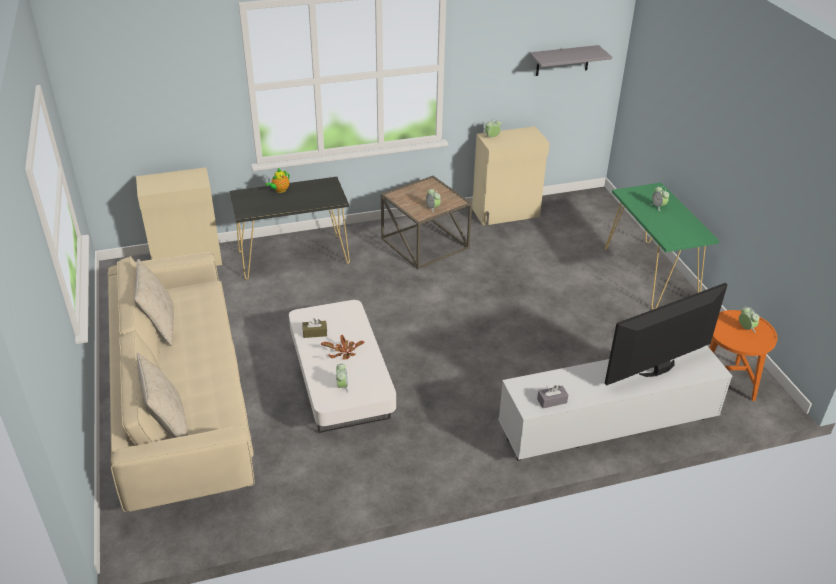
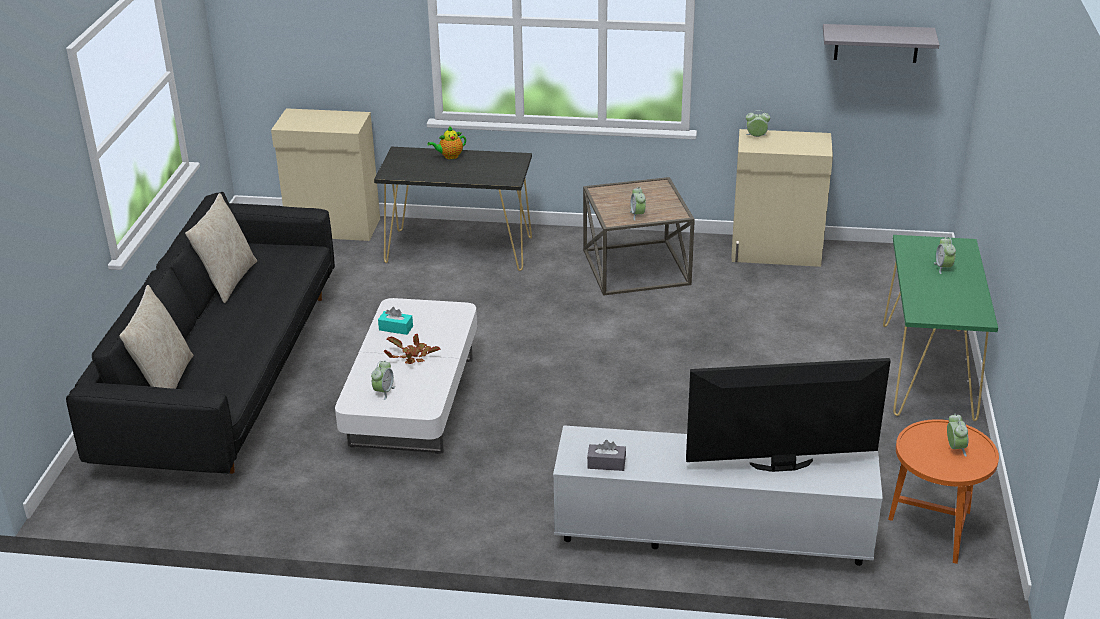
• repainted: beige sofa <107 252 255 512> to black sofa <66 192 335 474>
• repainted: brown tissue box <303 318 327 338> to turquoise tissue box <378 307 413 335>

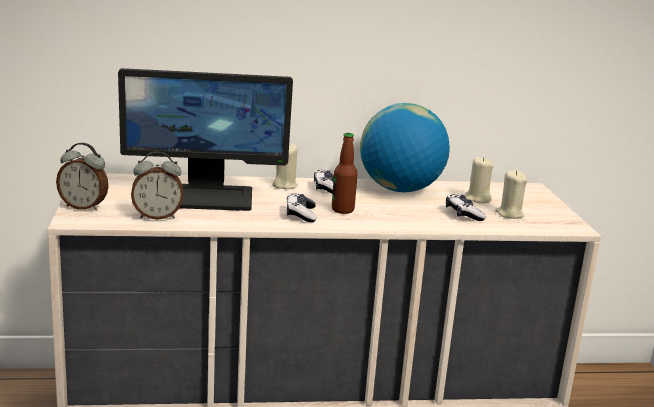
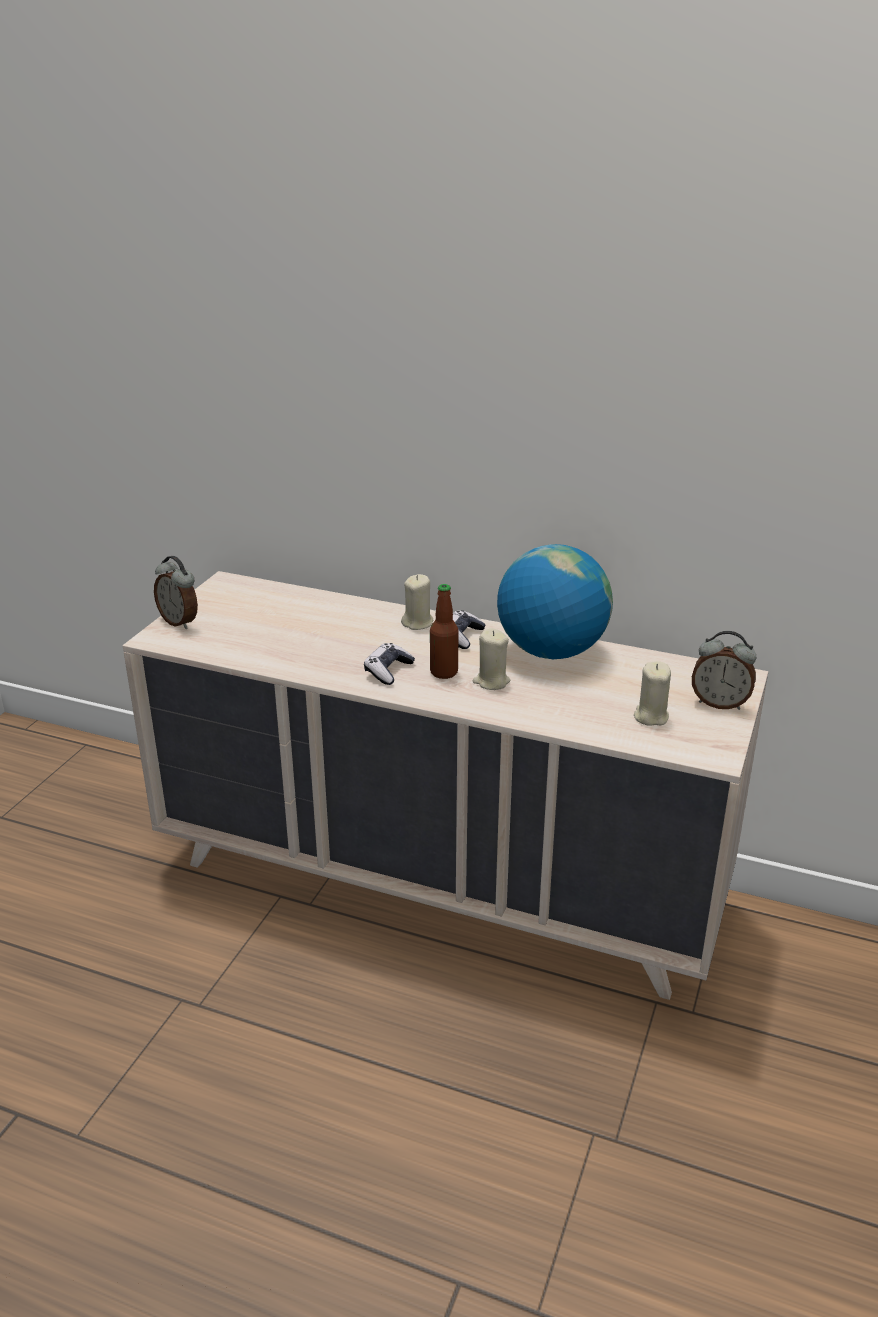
• gone: monitor <118 68 293 211>
• shifted: alarm clock <131 151 183 220> to <692 631 756 710>
• shifted: beige candle <465 157 493 203> to <473 628 510 690>
• gone: game controller <446 194 486 221>

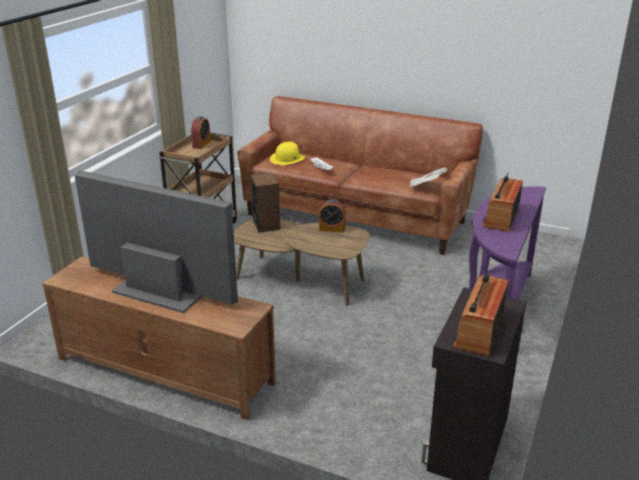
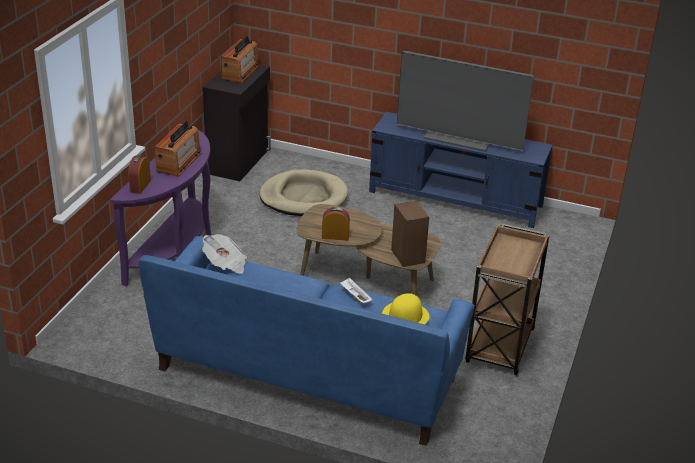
• repainted: brown sofa <237 96 483 255> to blue sofa <139 236 475 446>
• shifted: alarm clock <191 116 211 149> to <128 155 151 194>
• repainted: brown tv stand <42 256 276 420> to blue tv stand <369 112 553 228>
• new: beige dog bed <259 169 348 216>

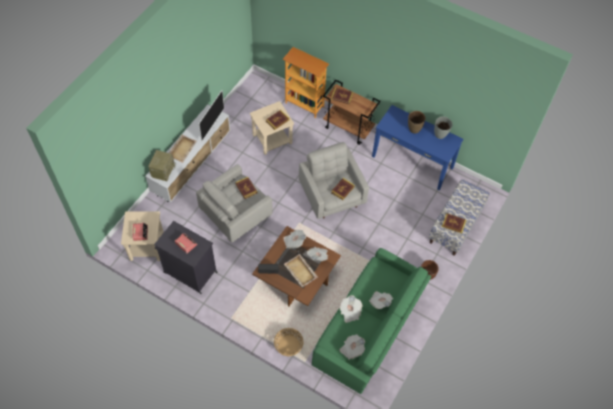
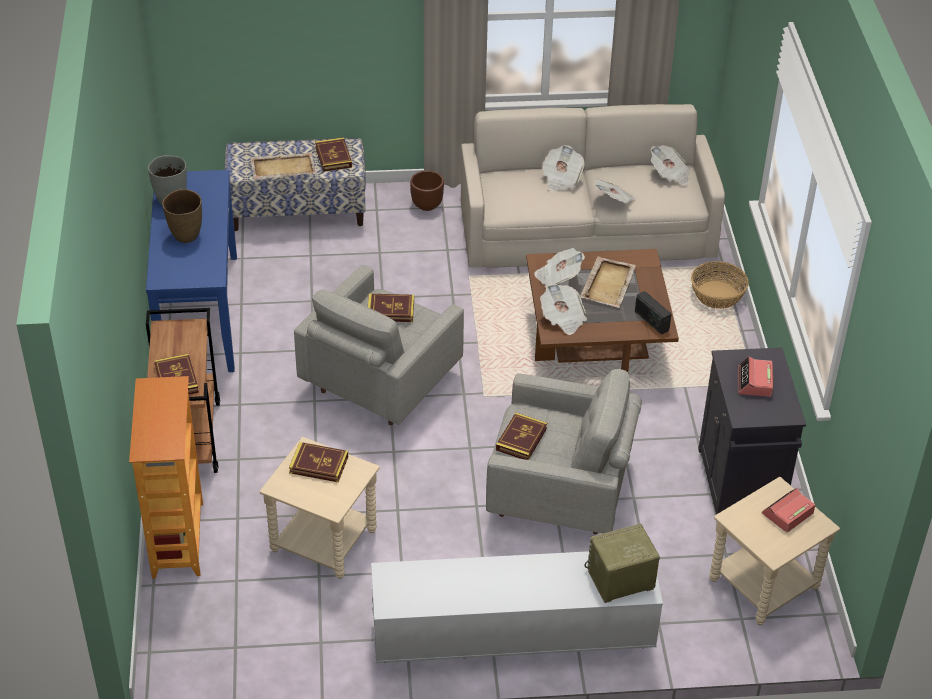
• gone: television <199 90 224 141>
• shifted: beige tray <169 135 197 163> to <250 152 316 180>
• repainted: green sofa <312 248 431 394> to beige sofa <461 104 725 268>

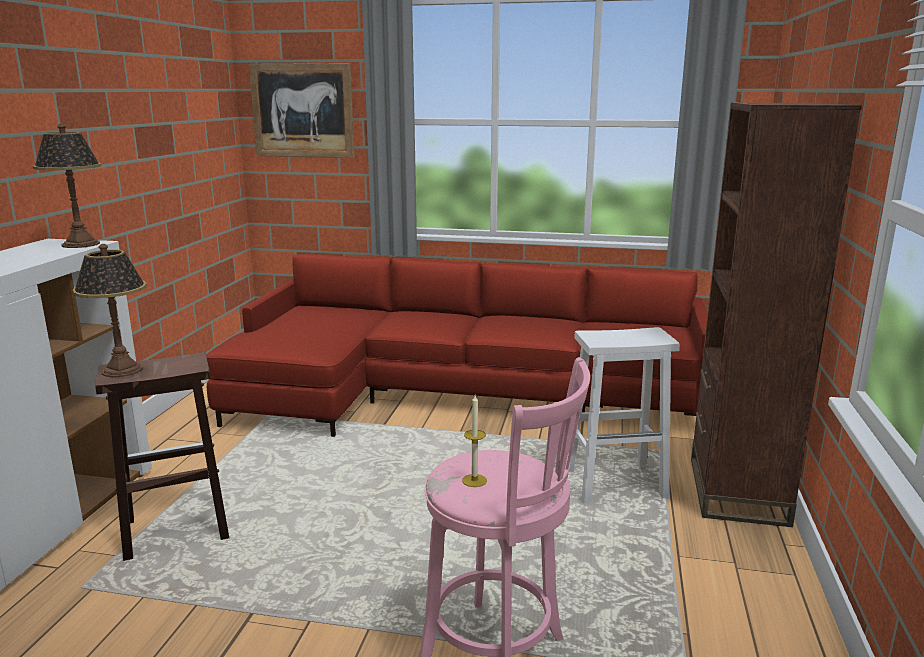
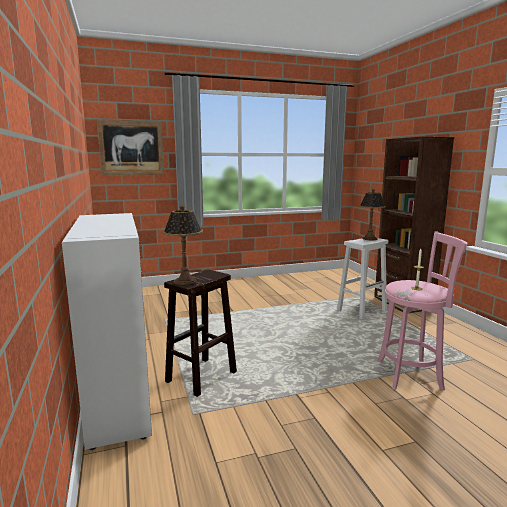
• shifted: table lamp <33 124 101 248> to <359 189 386 240>
• gone: red sofa <206 254 708 437>

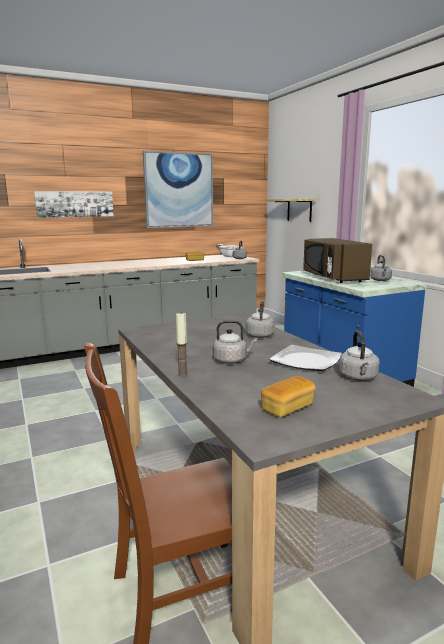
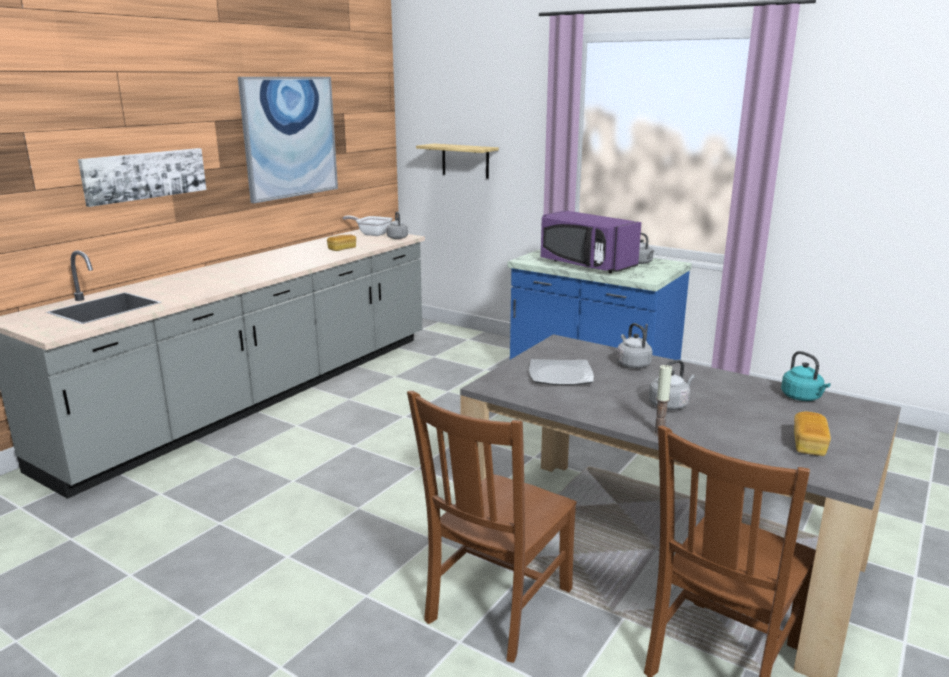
• repainted: brown microwave <303 238 372 283> to purple microwave <541 210 641 273>
• repainted: grey kettle <339 331 380 381> to turquoise kettle <781 351 831 401>
• shifted: plate <269 345 342 371> to <529 359 594 385>
• new: brown chair <407 391 577 663>

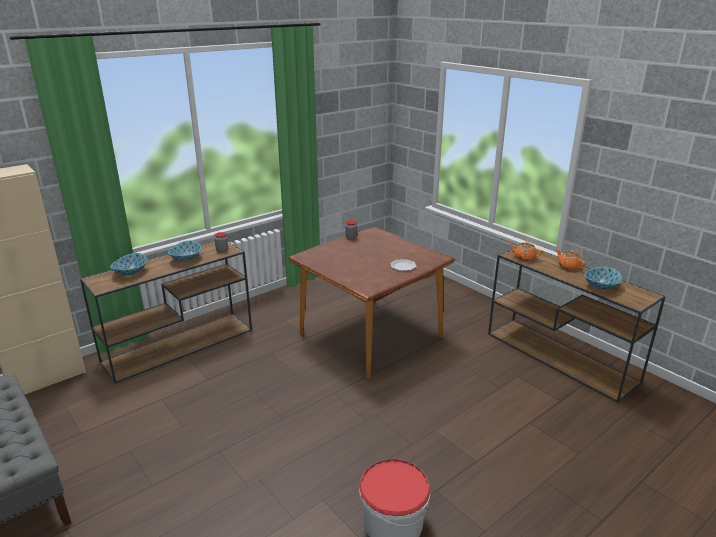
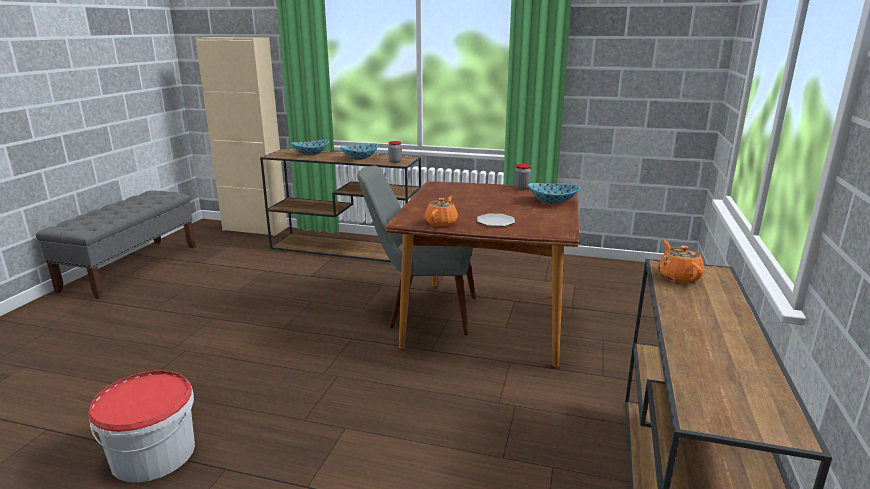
• shifted: orange teapot <556 248 585 270> to <425 196 458 227>
• shifted: bowl <584 267 622 290> to <528 183 580 204>
• new: grey chair <357 166 476 335>

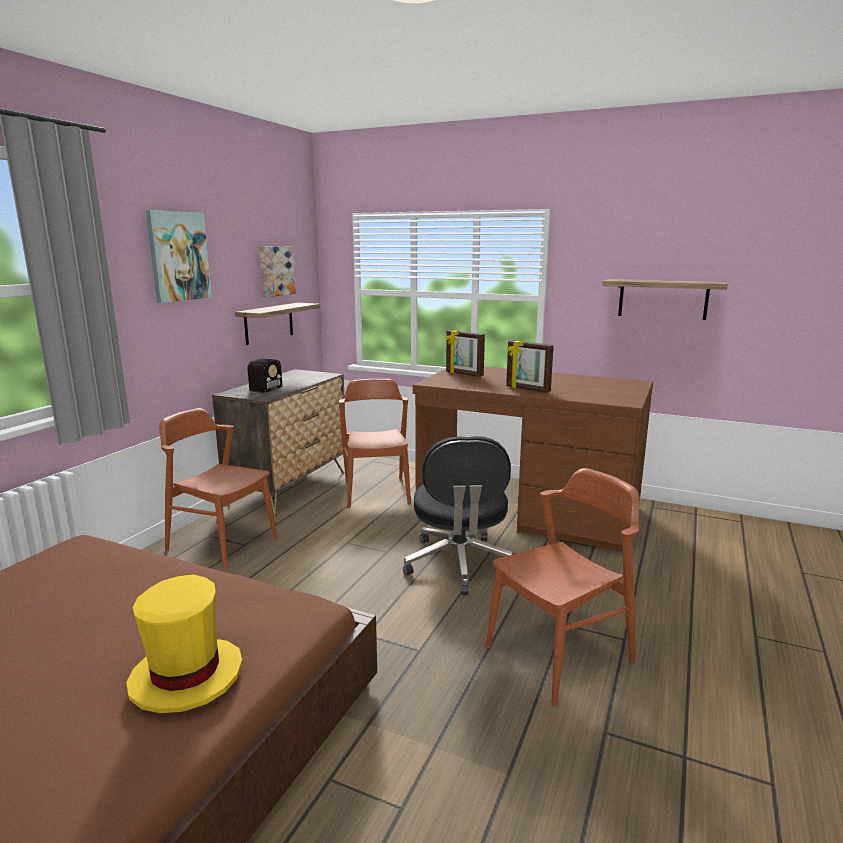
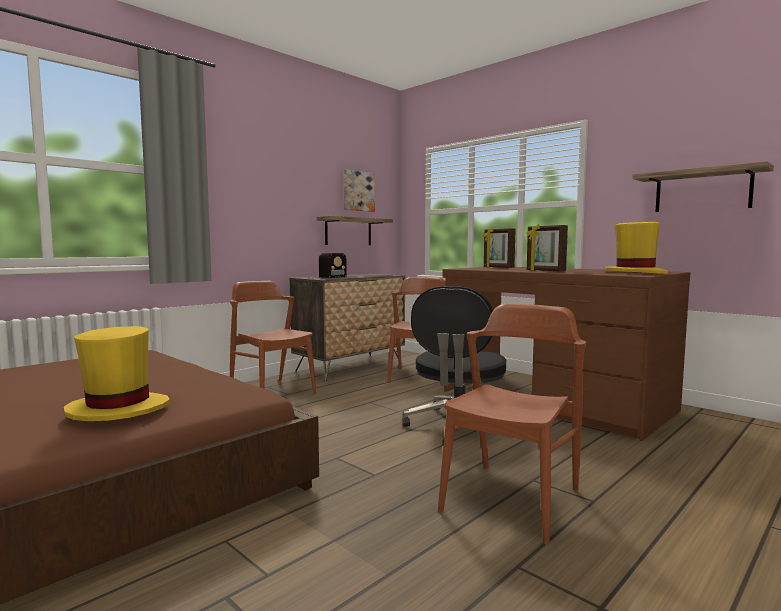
• gone: picture <146 210 212 303>
• rotated: brown chair <486 468 640 706> = <438 304 586 545> 45 degrees counterclockwise
• new: yellow hat <605 222 669 274>

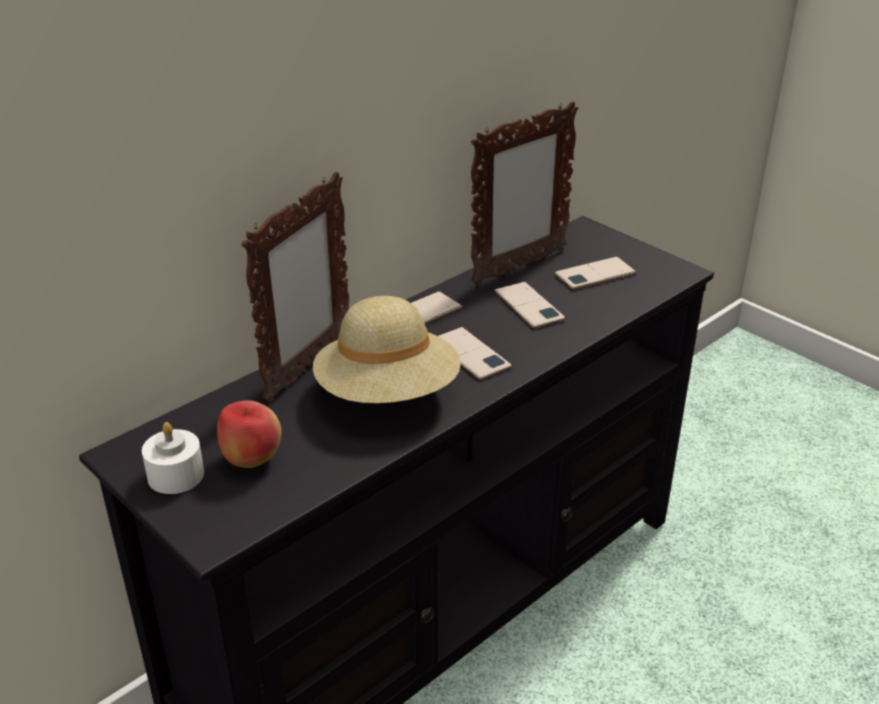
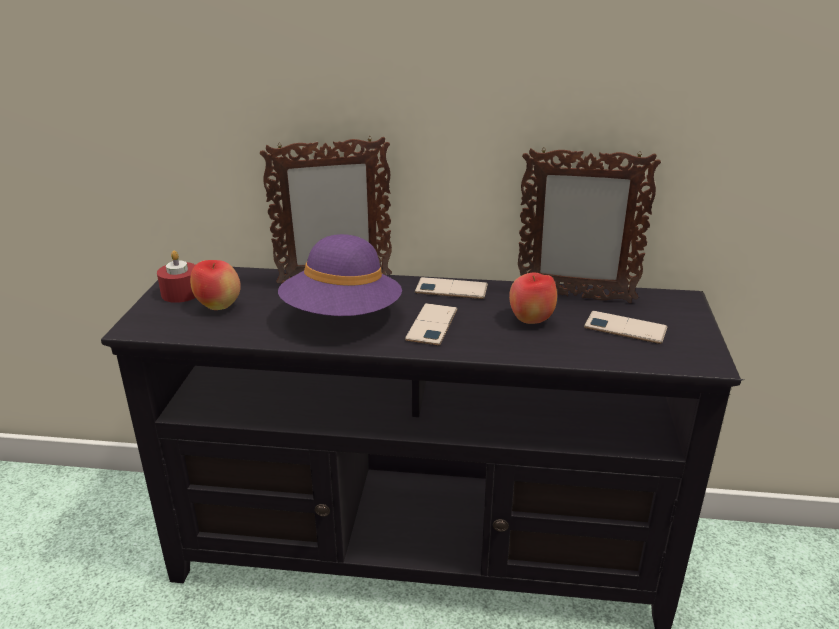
• swapped: phone <494 282 565 328> to apple <509 273 557 324>
• repainted: beige hat <313 296 461 403> to purple hat <278 234 402 316>
• repainted: white candle <142 422 204 494> to red candle <157 251 196 303>

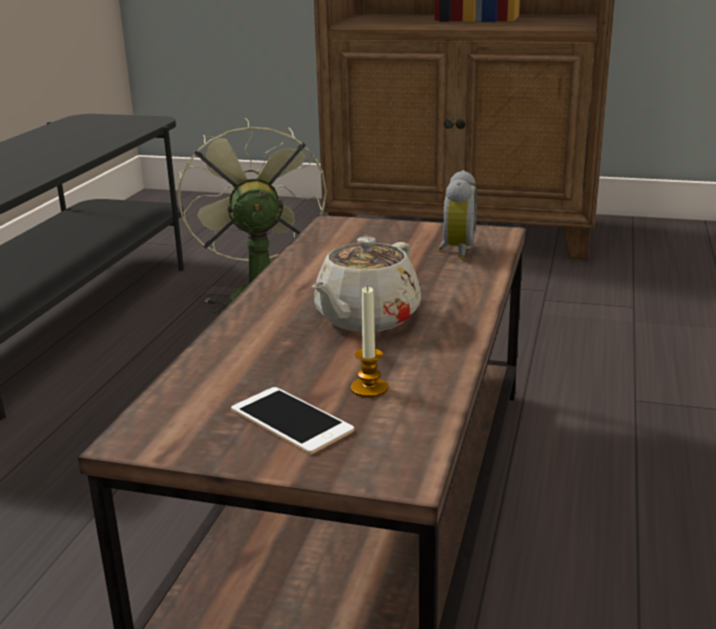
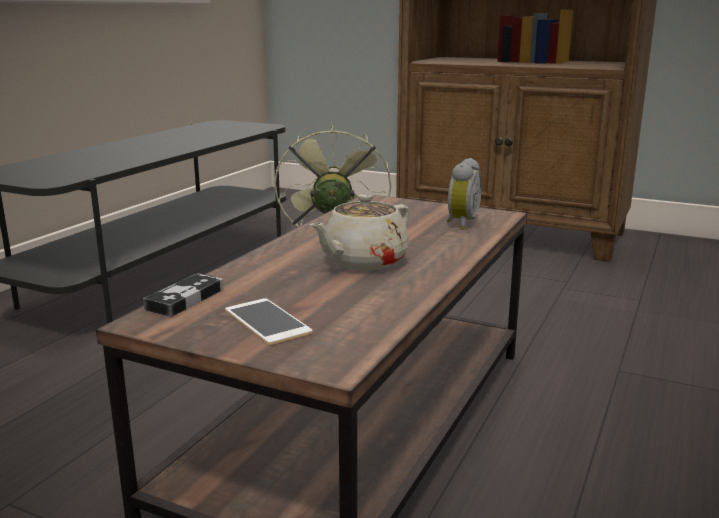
• gone: candle <351 285 388 398>
• new: game controller <143 273 223 317>

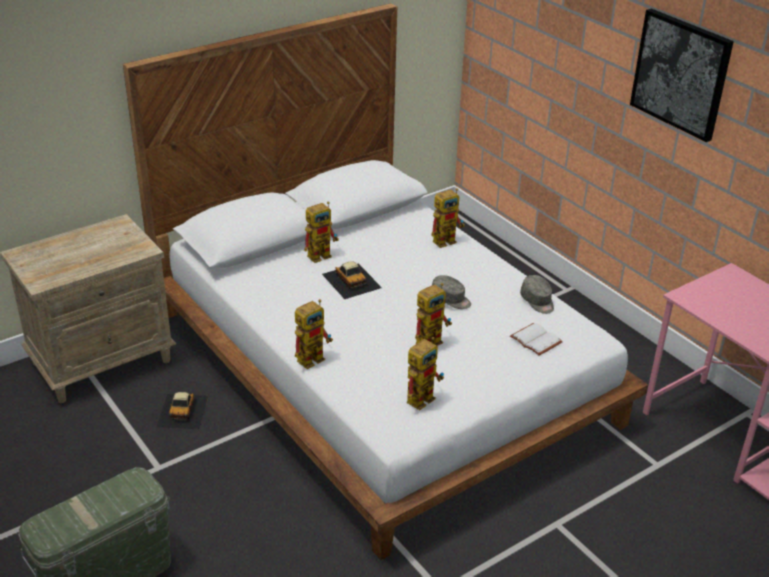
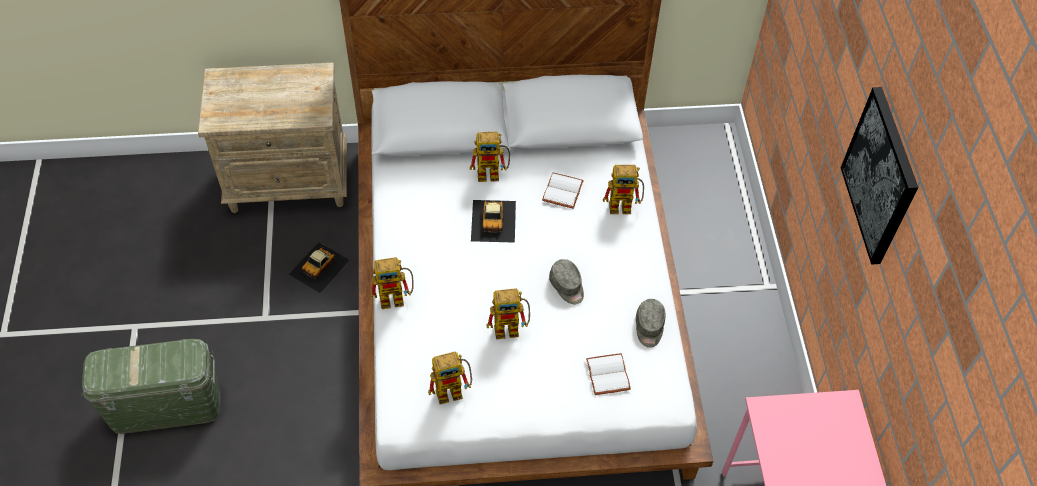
• new: white book <542 172 584 209>

